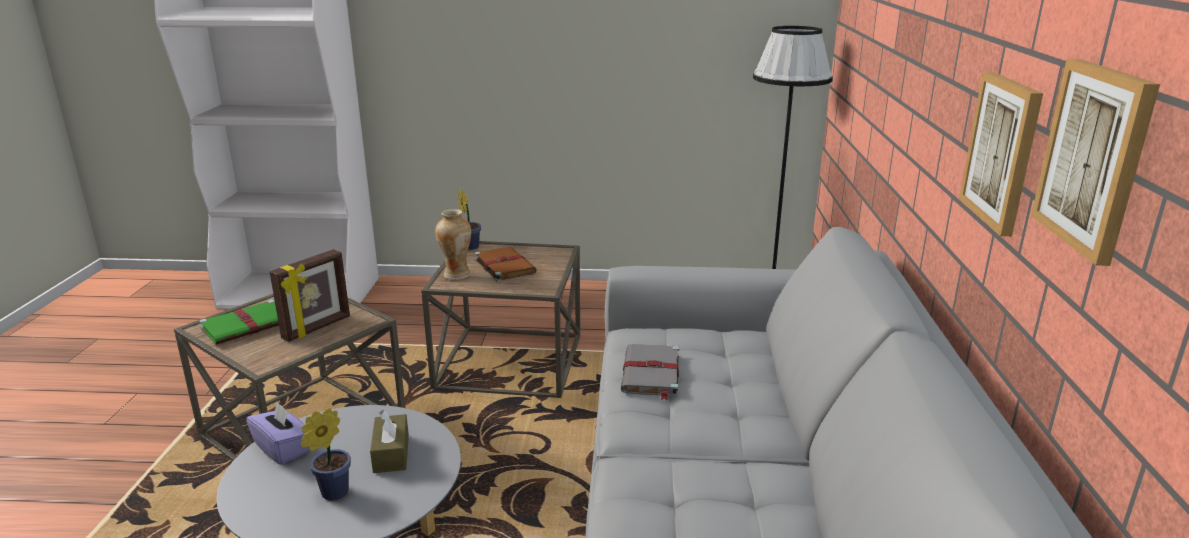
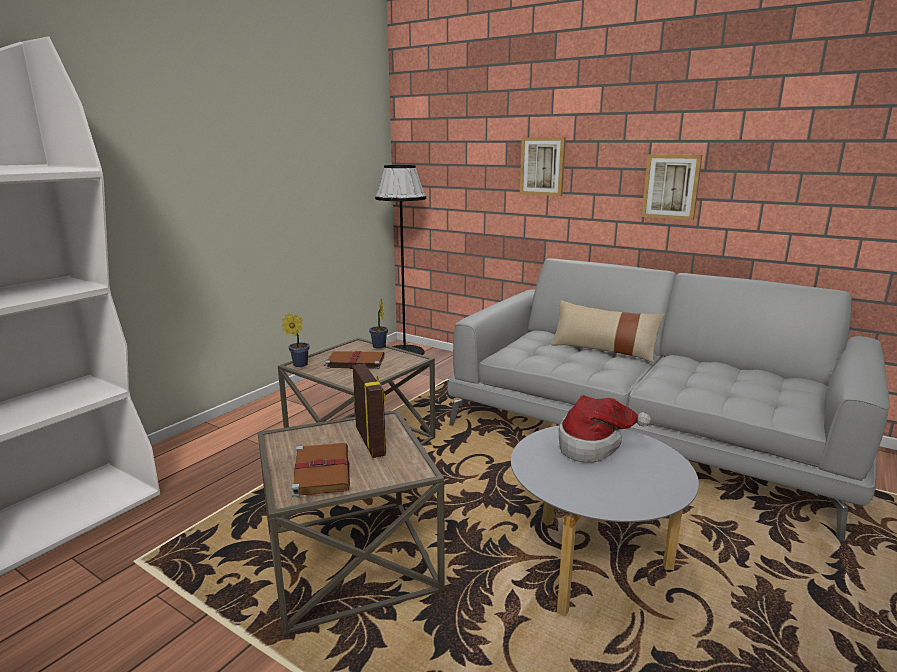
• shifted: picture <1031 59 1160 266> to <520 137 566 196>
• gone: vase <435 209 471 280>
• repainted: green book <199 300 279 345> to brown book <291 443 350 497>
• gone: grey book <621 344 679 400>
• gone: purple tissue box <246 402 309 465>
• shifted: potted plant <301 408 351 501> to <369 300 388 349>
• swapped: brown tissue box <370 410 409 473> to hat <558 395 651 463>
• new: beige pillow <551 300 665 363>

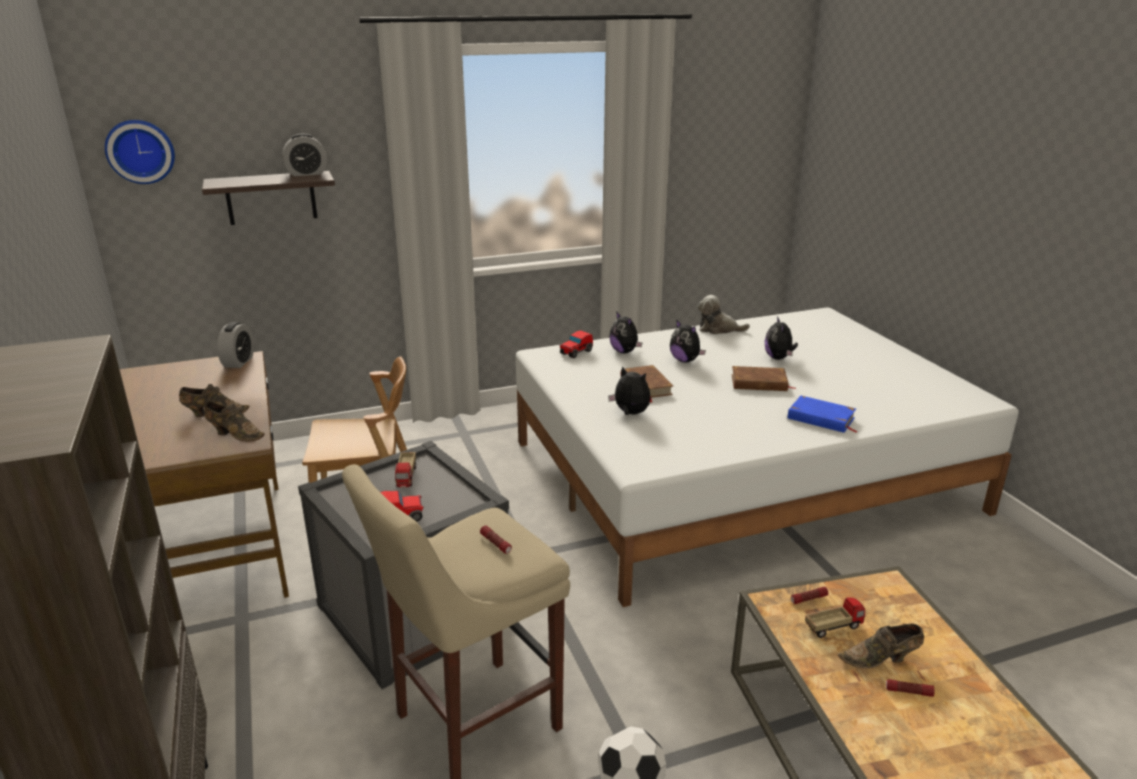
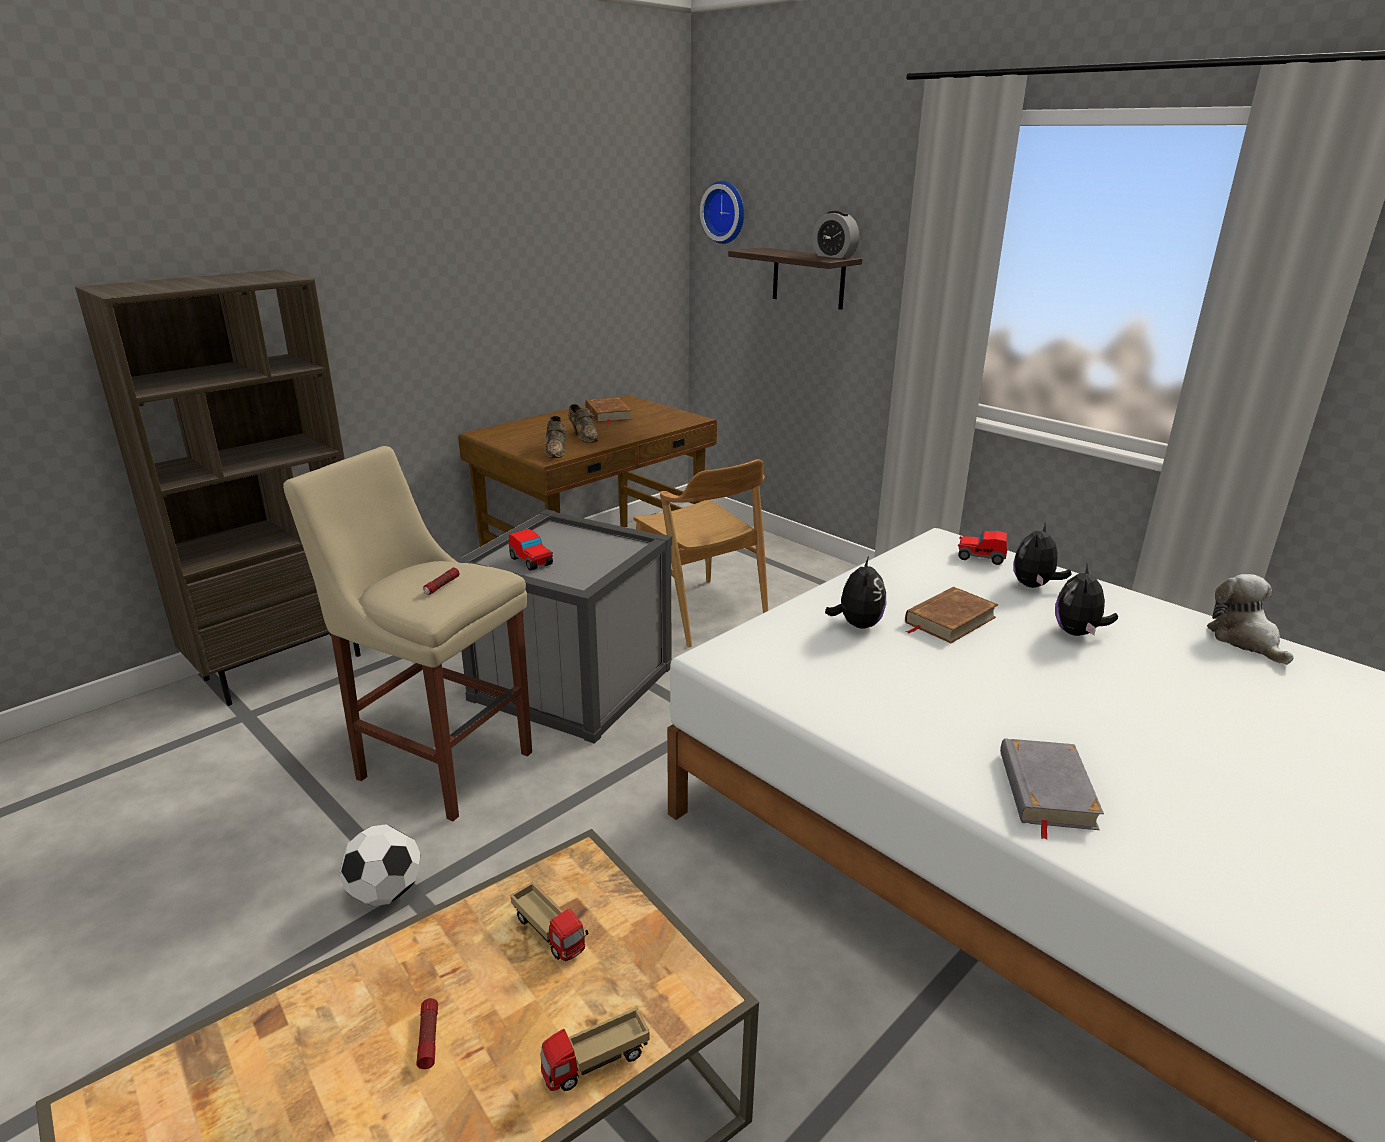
• gone: plush toy <765 316 798 360>
• gone: alarm clock <217 322 254 368>
• shifted: brown book <731 366 796 391> to <585 397 632 425>
• repainted: blue book <788 396 858 433> to grey book <1000 738 1104 840>
• shifted: toy truck <395 452 416 487> to <541 1008 650 1091>
• gone: flashlight <791 587 828 604>
• gone: brown shoe <837 624 924 668>

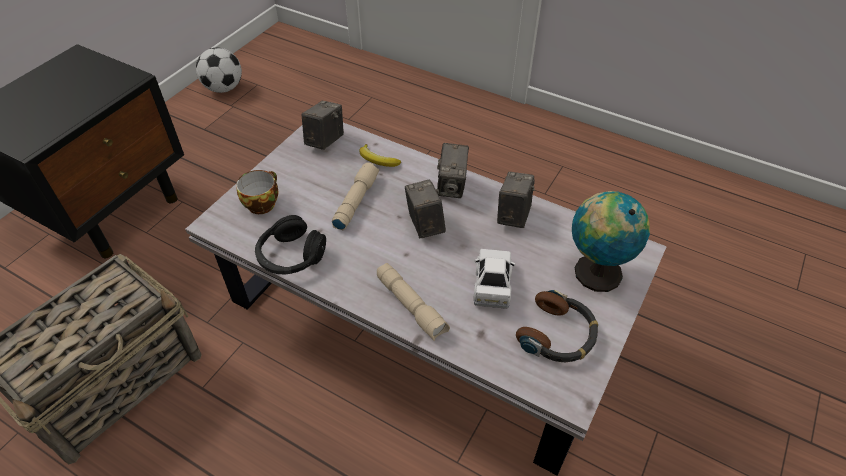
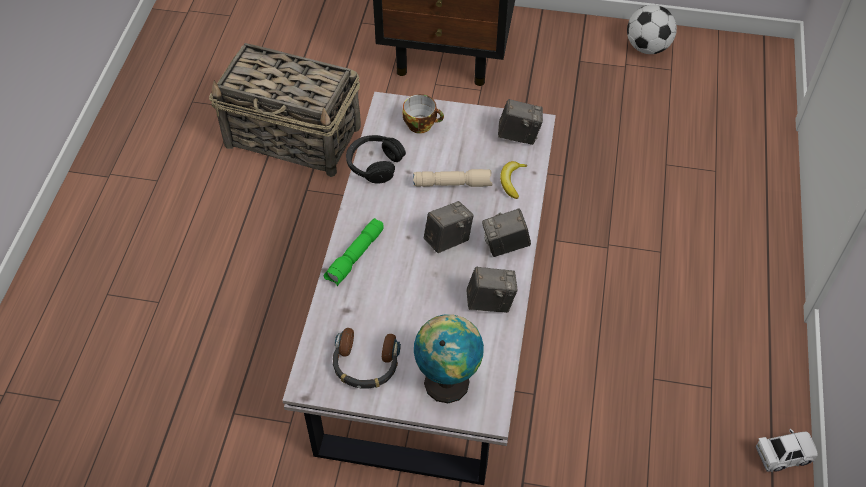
• shifted: white toy car <473 249 515 309> to <756 429 817 472>
• repainted: beige flashlight <377 263 450 341> to green flashlight <324 218 384 286>

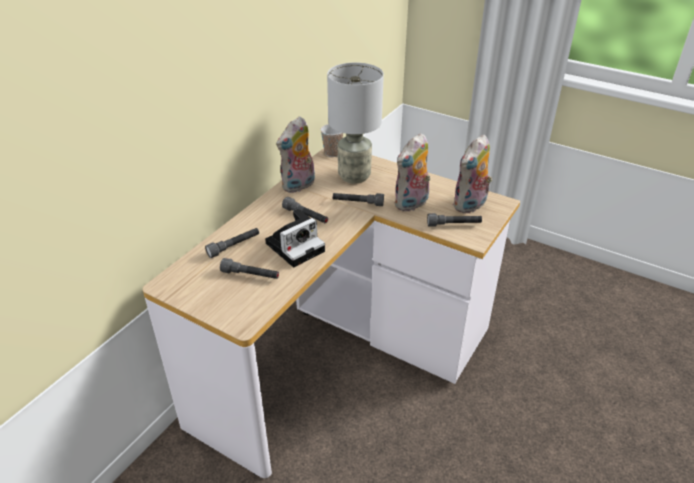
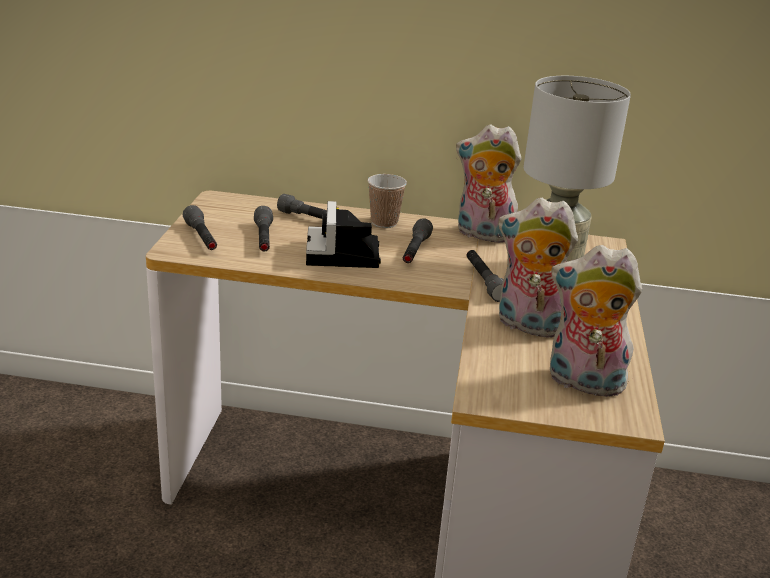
• shifted: cup <320 124 343 157> to <367 174 407 228>
• rotated: photo camera <265 209 325 267> = <306 201 381 268> 60 degrees clockwise
• shifted: grey flashlight <427 213 482 227> to <183 205 217 250>

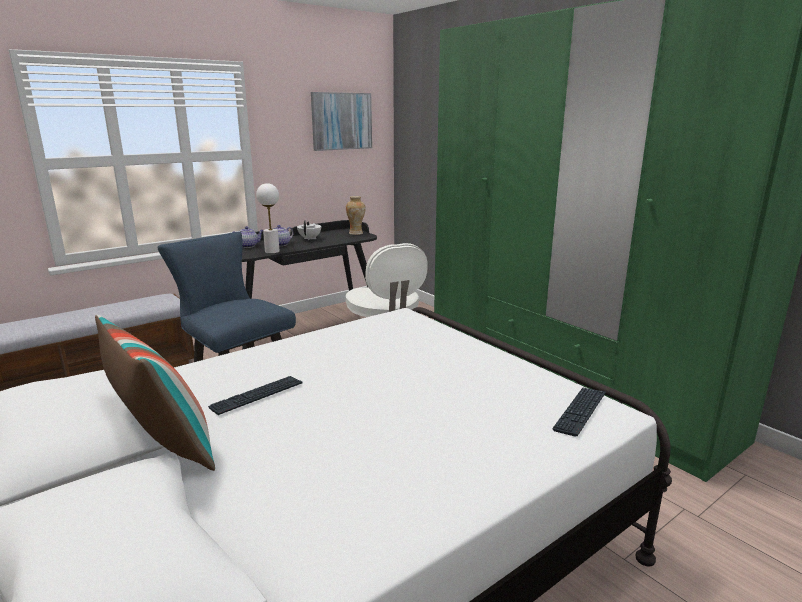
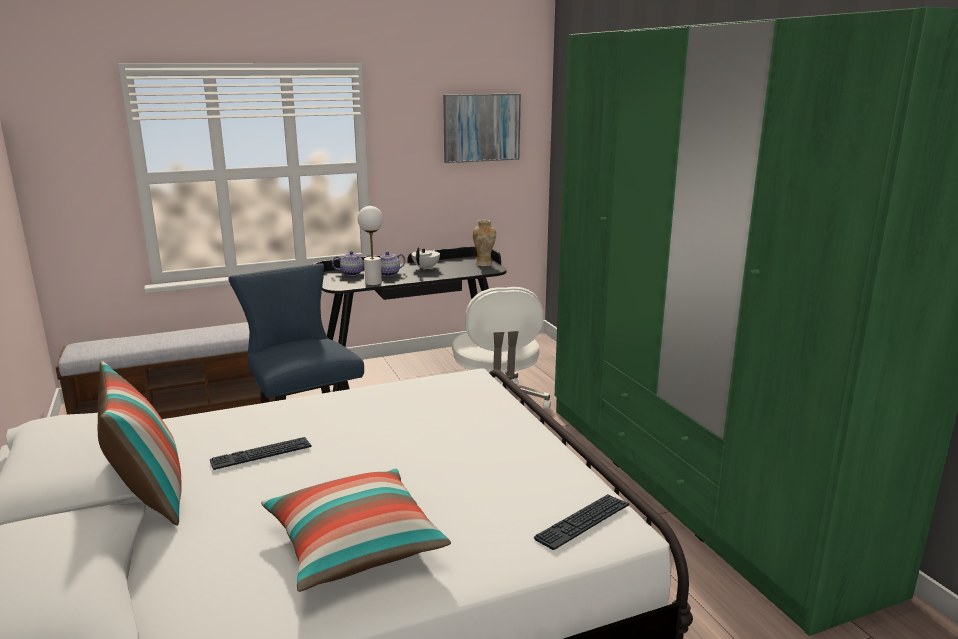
• new: pillow <261 468 451 592>

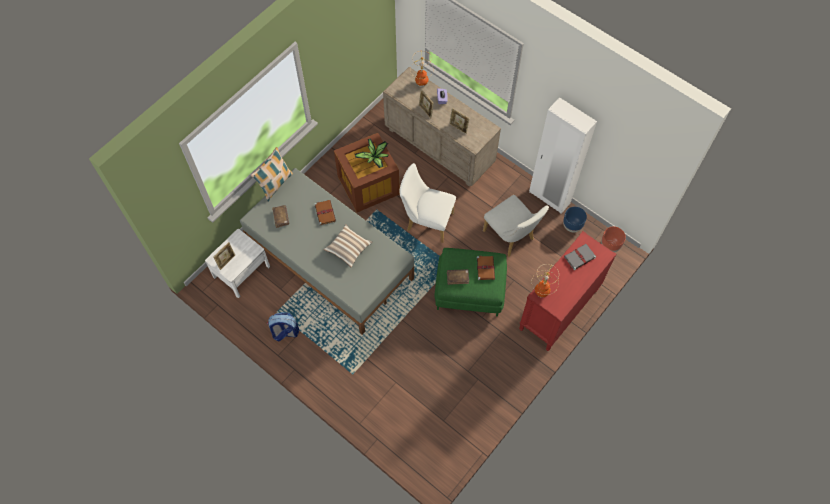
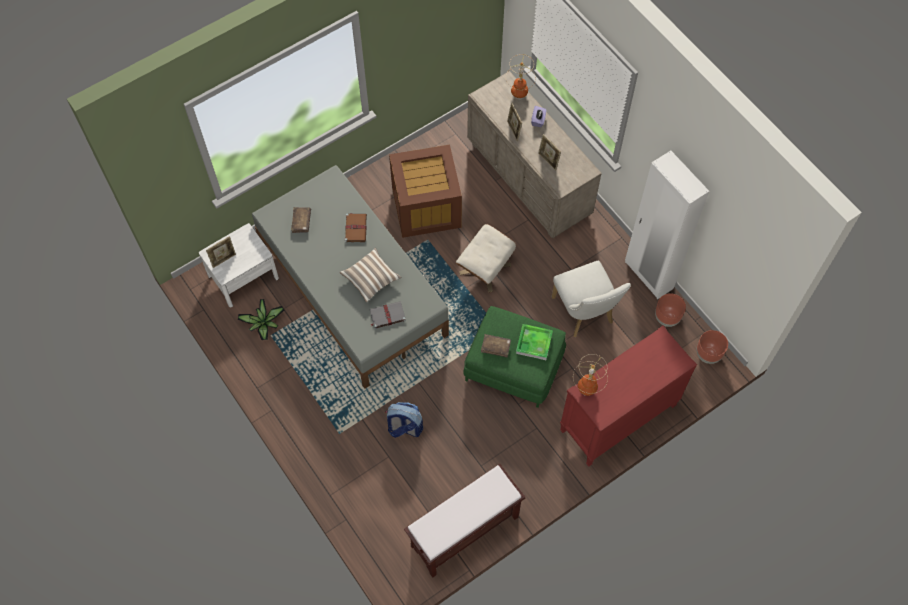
• shifted: potted plant <355 138 389 168> to <238 299 284 340>
• gone: pillow <251 147 293 202>
• swapped: white chair <400 163 456 243> to beige ottoman <456 224 516 292>
• repainted: blue planter <563 207 587 232> to brown planter <655 293 686 327>
• shifted: grey book <564 244 596 270> to <369 301 406 329>
• swapped: brown book <477 256 495 280> to tray <516 324 553 360>
• shifted: backpack <267 312 299 341> to <385 402 423 438>
• new: brown bench <404 464 525 578>

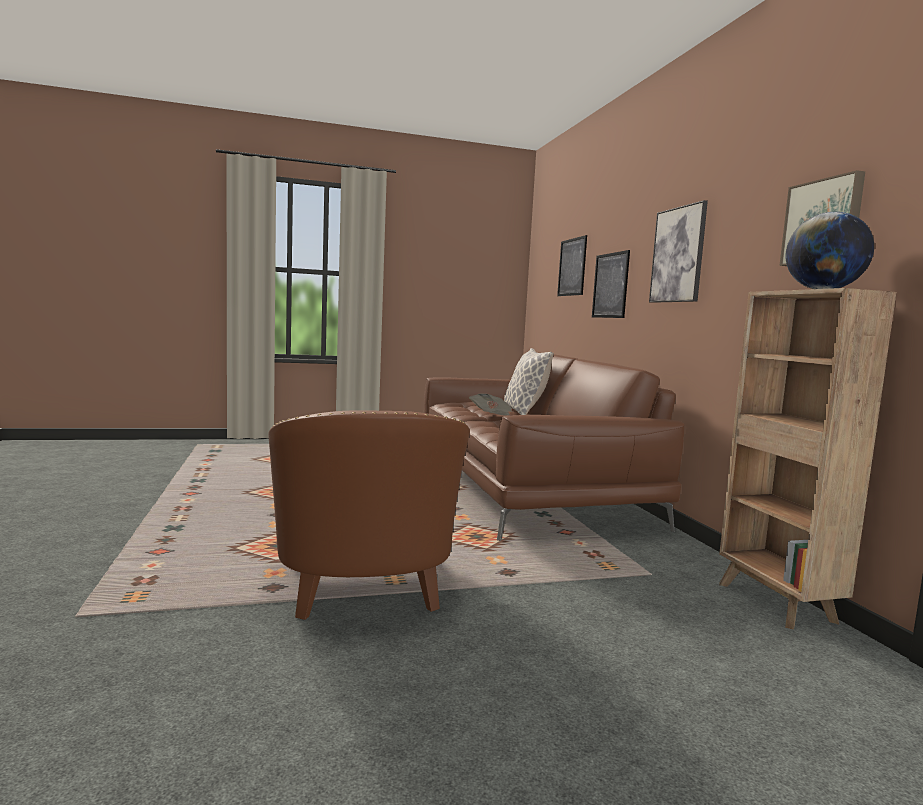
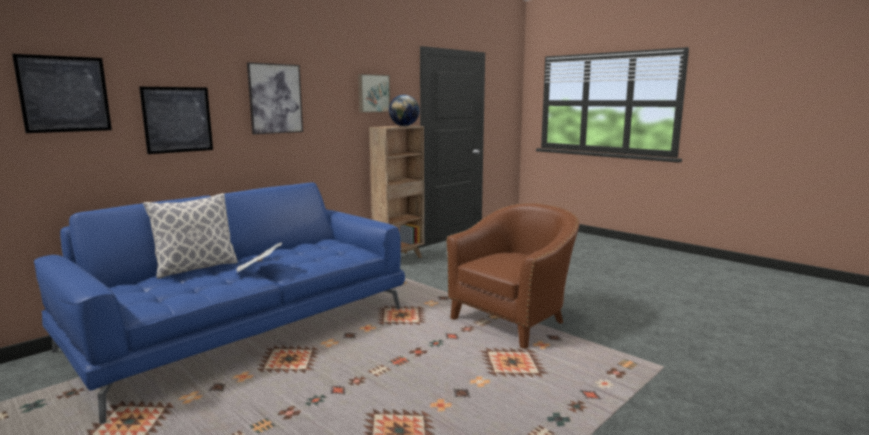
• repainted: brown sofa <424 352 685 541> to blue sofa <34 183 405 424>

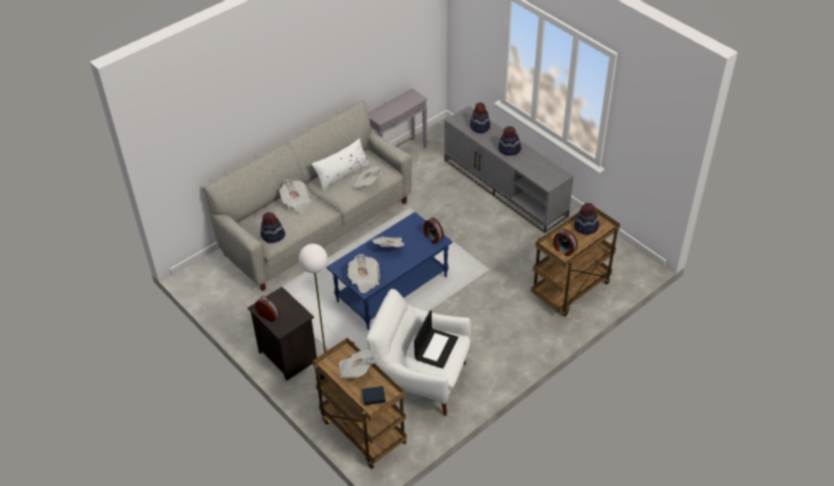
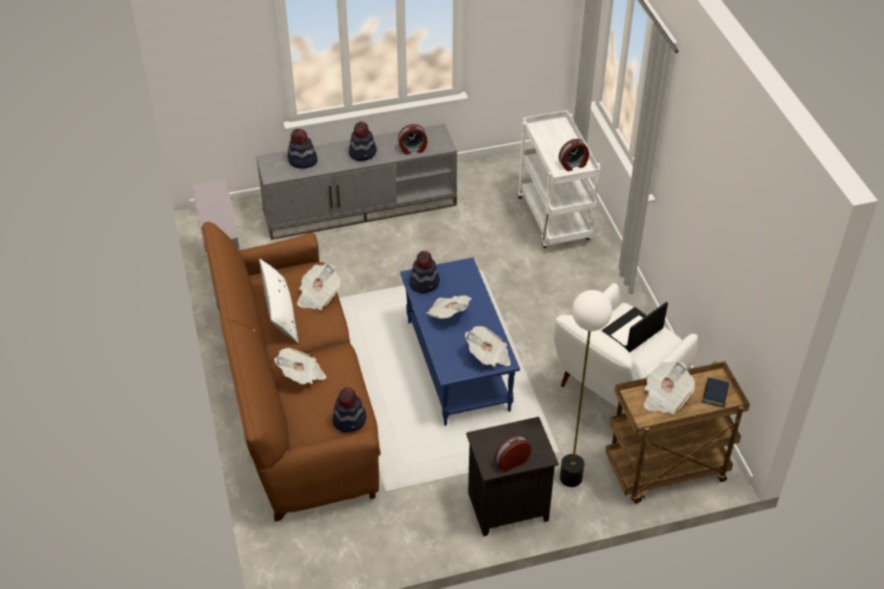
• repainted: grey sofa <203 100 412 291> to brown sofa <201 221 381 522>
• shifted: hat <574 203 599 235> to <409 251 440 293>
• repainted: brown cart <531 206 620 316> to white cart <518 110 601 248>
• shifted: alarm clock <424 218 444 244> to <398 124 427 155>
• rotated: laptop <414 310 458 368> = <601 302 668 353> 90 degrees counterclockwise

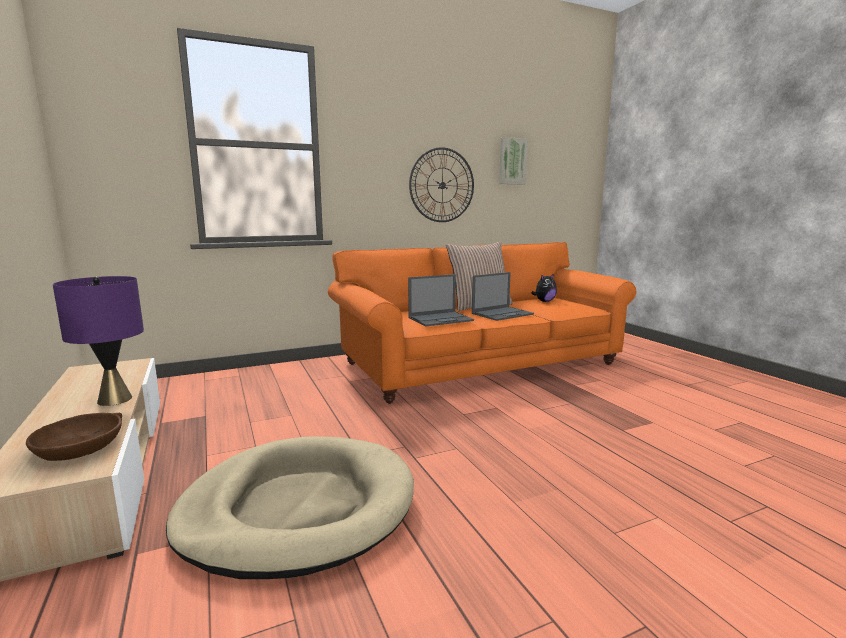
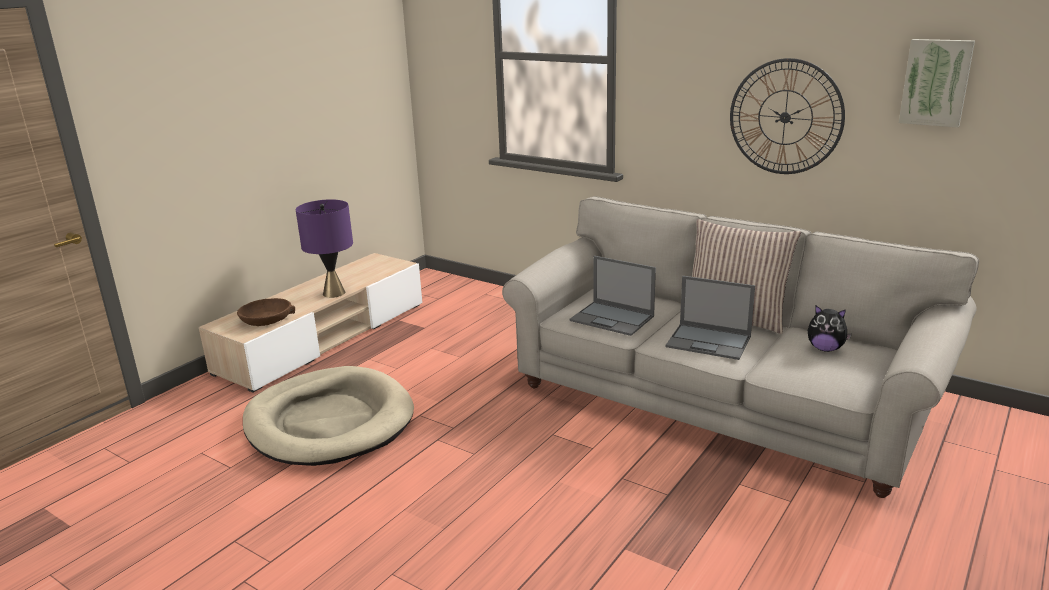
• repainted: orange sofa <328 242 636 404> to beige sofa <502 196 979 498>

